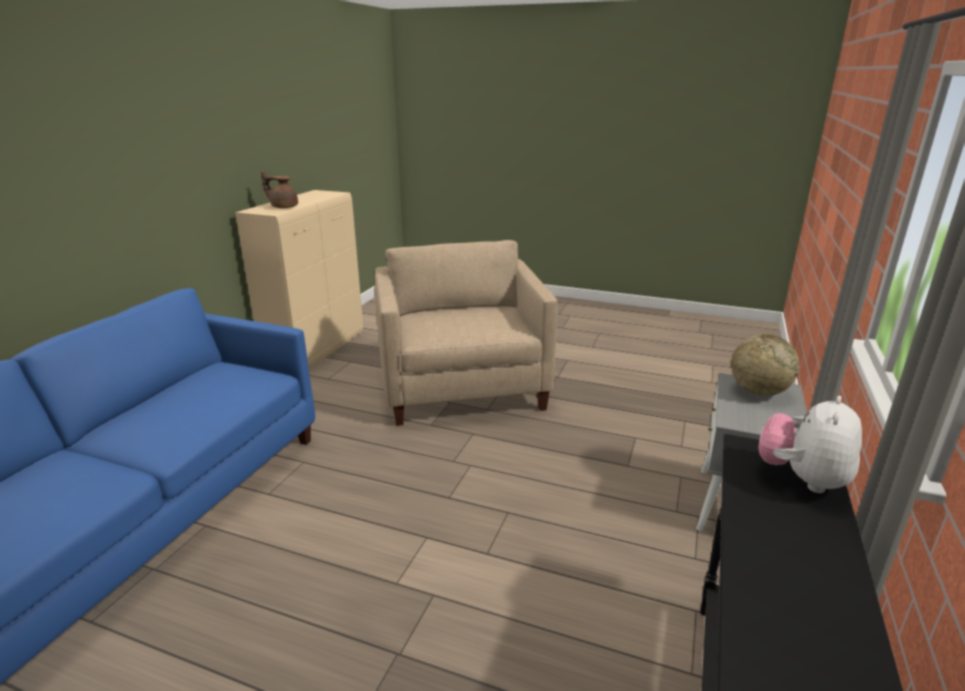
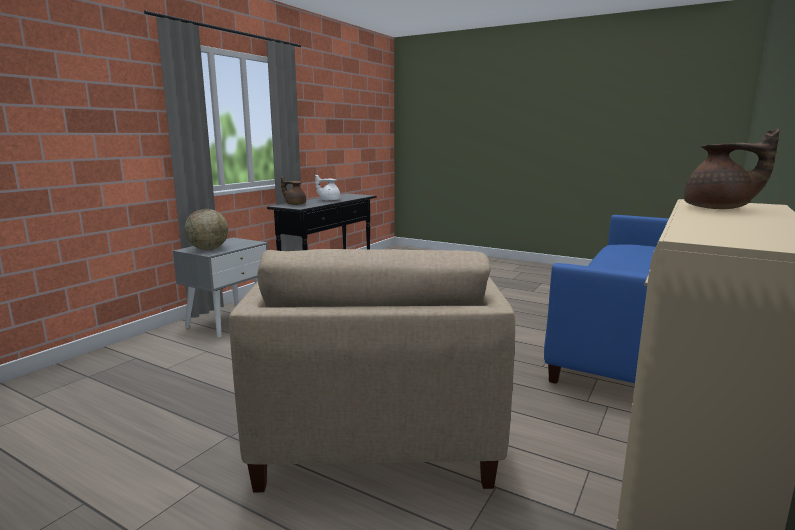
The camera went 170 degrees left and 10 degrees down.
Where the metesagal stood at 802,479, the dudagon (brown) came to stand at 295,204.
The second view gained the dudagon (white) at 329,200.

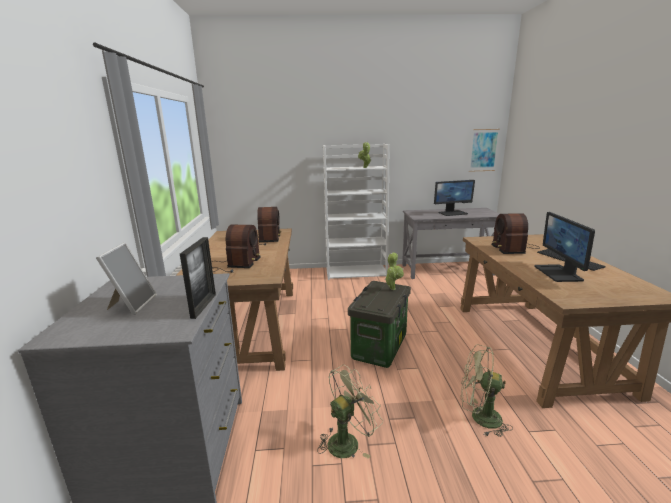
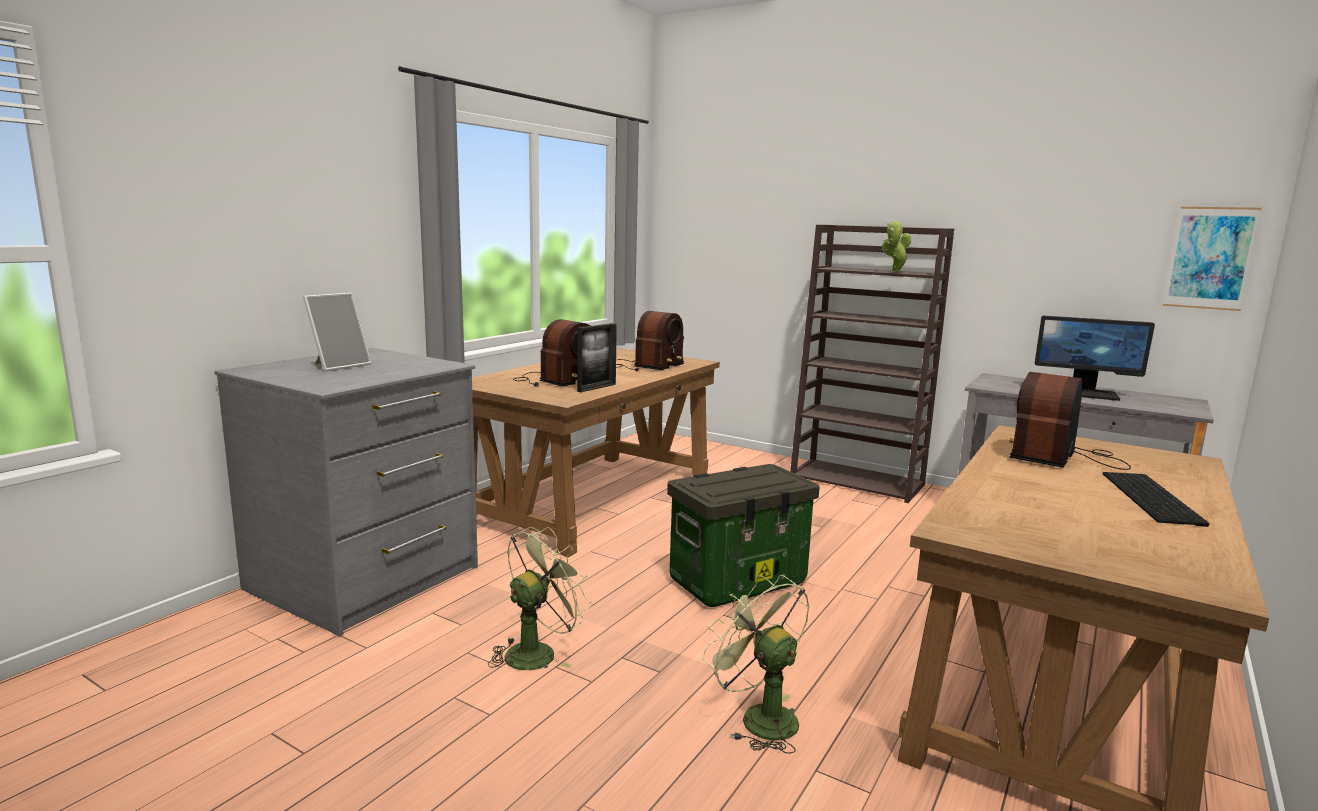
The camera went 35 degrees right and 5 degrees down.
The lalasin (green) at 348,441 ended up facing another way, 45 degrees counterclockwise from before.
The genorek ended up elsewhere, having gone from 203,306 to 596,388.
What was the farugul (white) at 356,272 turned into the farugul (brown) at 858,481.
The second view lost the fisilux at 392,288.
The second view lost the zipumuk at 559,273.

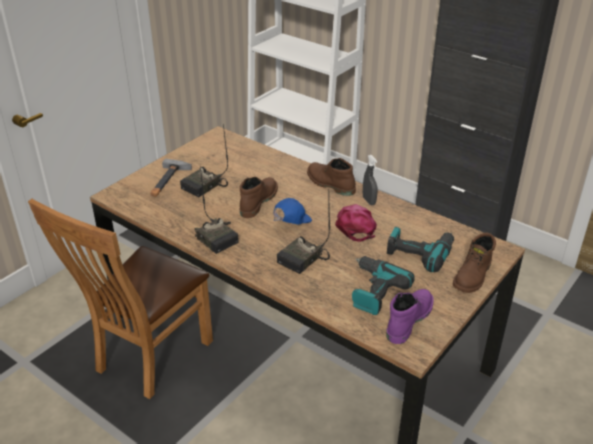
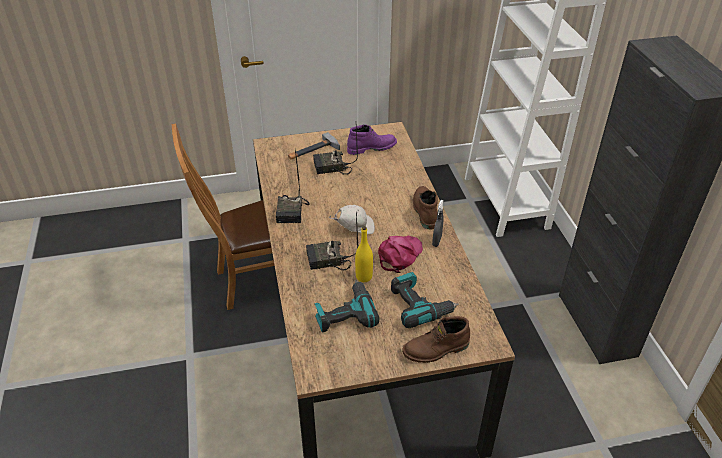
The camera went 40 degrees right and 5 degrees up.
What was the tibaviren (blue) at 291,223 turned into the tibaviren (white) at 354,228.
The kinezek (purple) ended up elsewhere, having gone from 408,319 to 371,148.
The second view gained the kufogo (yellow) at 364,277.
The second view lost the kinezek (brown) at 258,201.

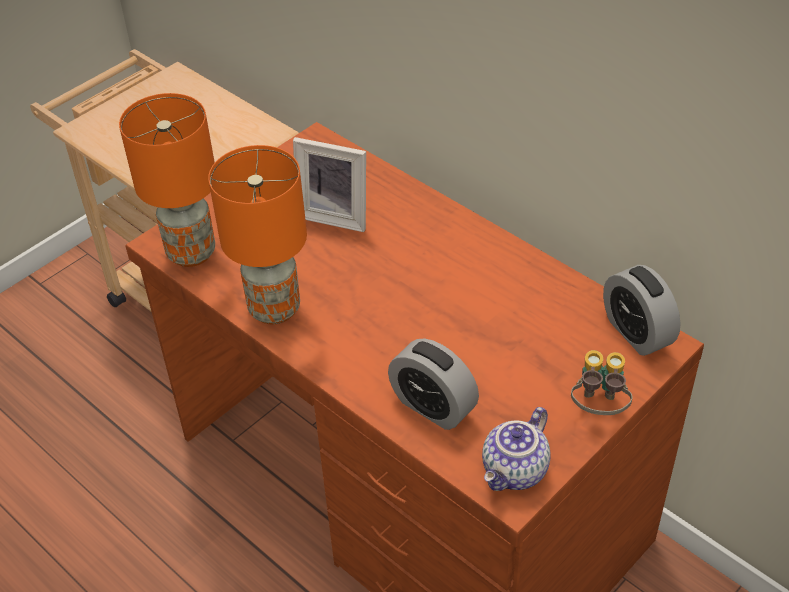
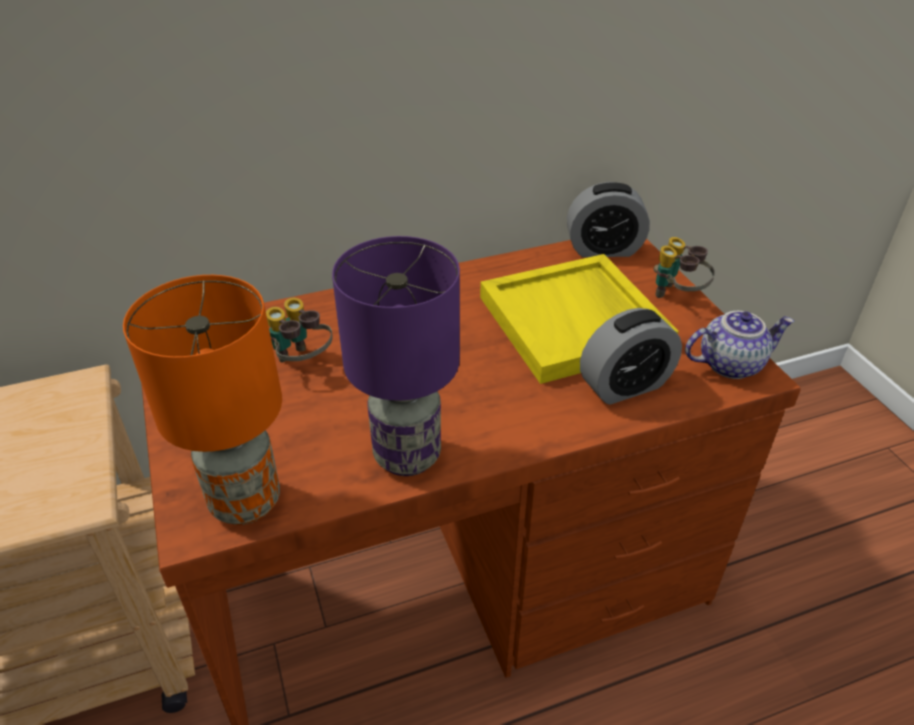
The camera went 65 degrees left and 5 degrees down.
Where the genorek stood at 335,215, the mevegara came to stand at 302,362.
What was the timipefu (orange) at 273,309 turned into the timipefu (purple) at 407,457.
The second view gained the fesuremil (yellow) at 575,322.
The dudagon at 516,472 ended up facing another way, 75 degrees counterclockwise from before.

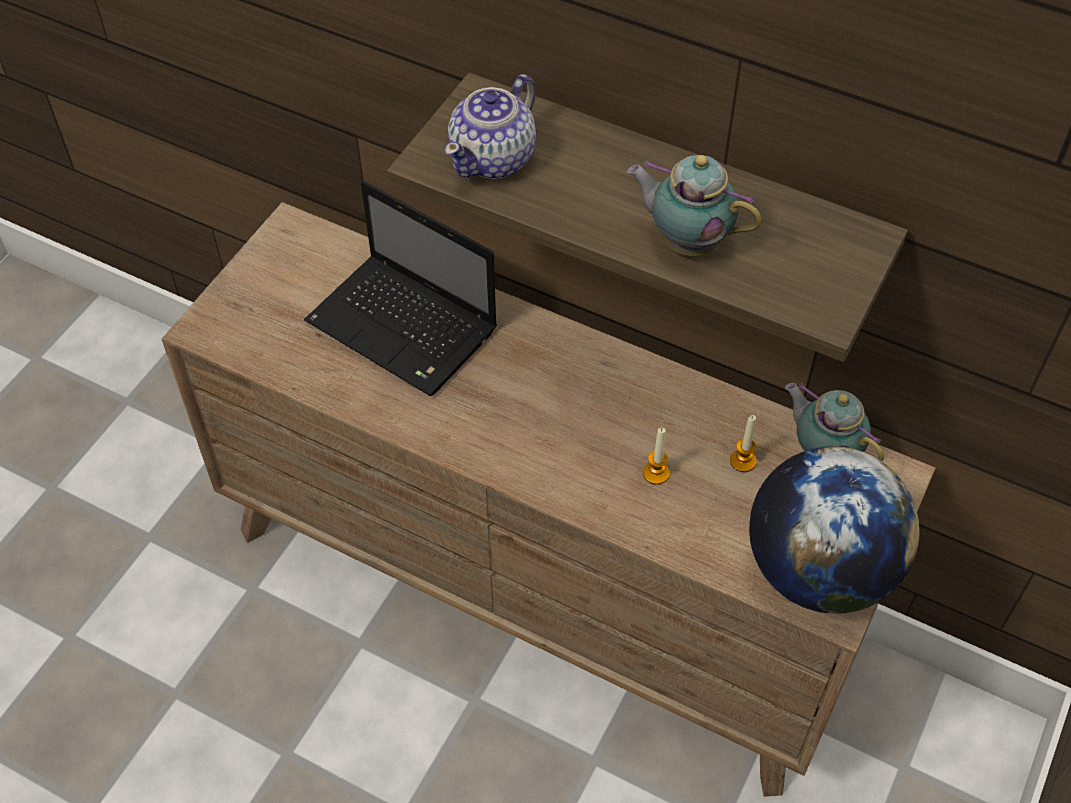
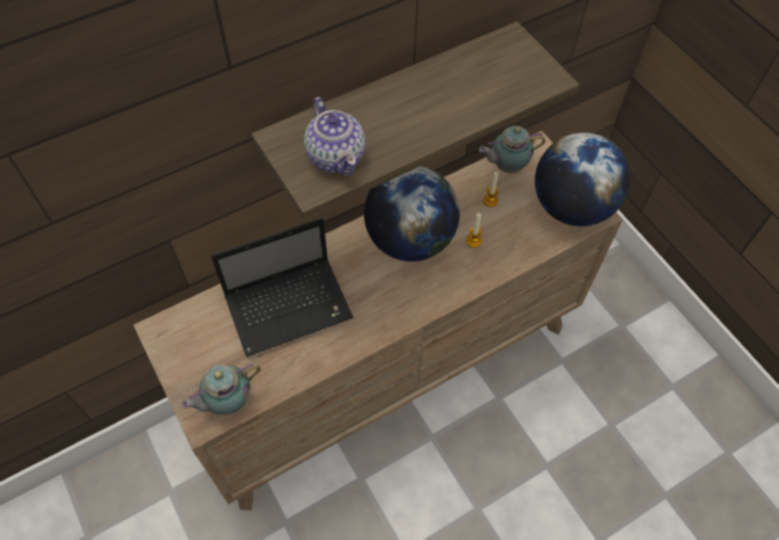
The camera went 60 degrees left and 5 degrees up.
The dudagon ended up elsewhere, having gone from 686,241 to 227,401.
The second view gained the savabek at 409,240.

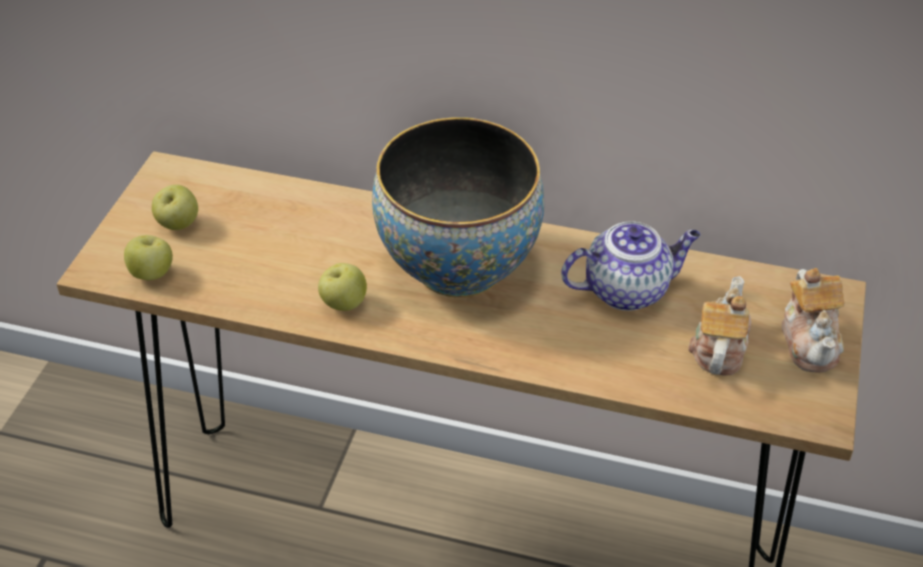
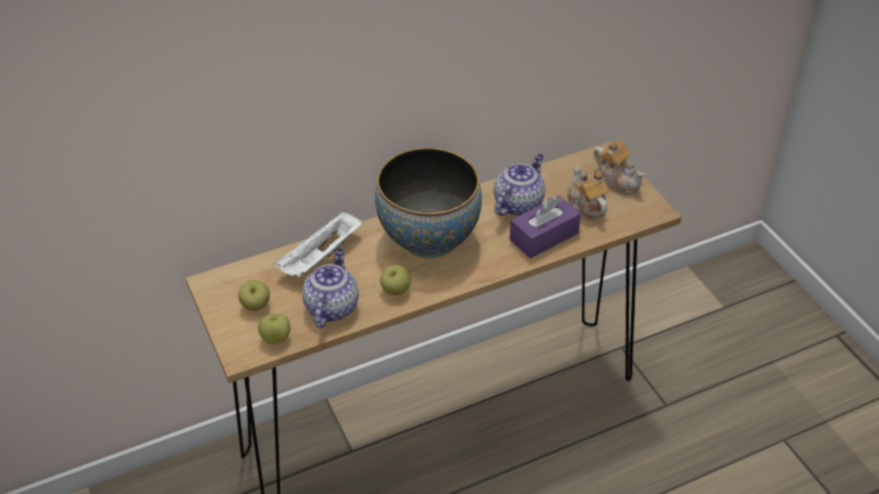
The camera went 40 degrees left and 0 degrees up.
The second view gained the fesuremil (white) at 321,257.
The second view gained the dudagon at 332,307.
The second view gained the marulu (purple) at 544,236.

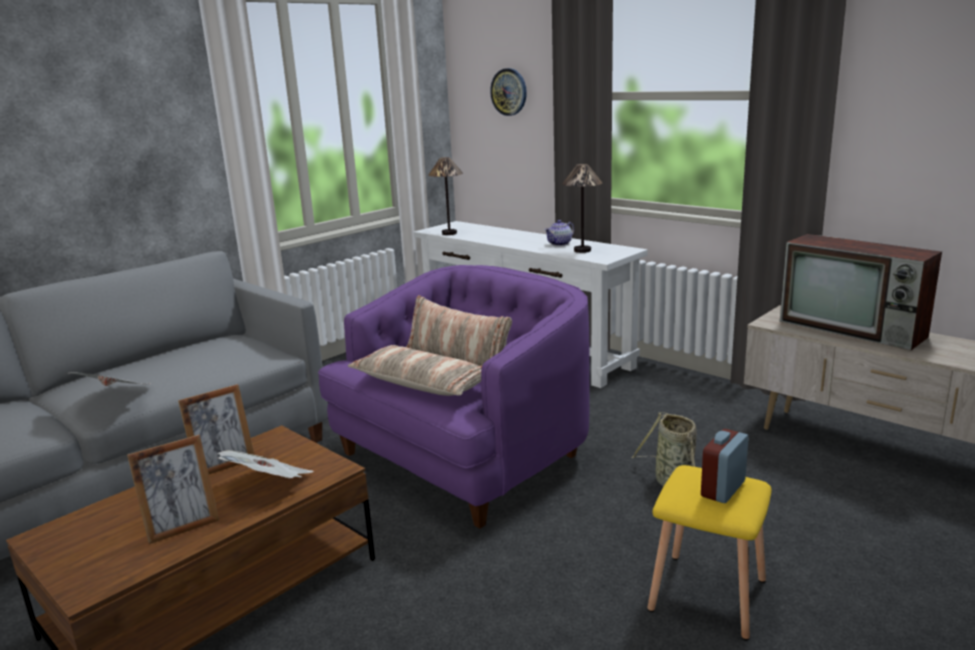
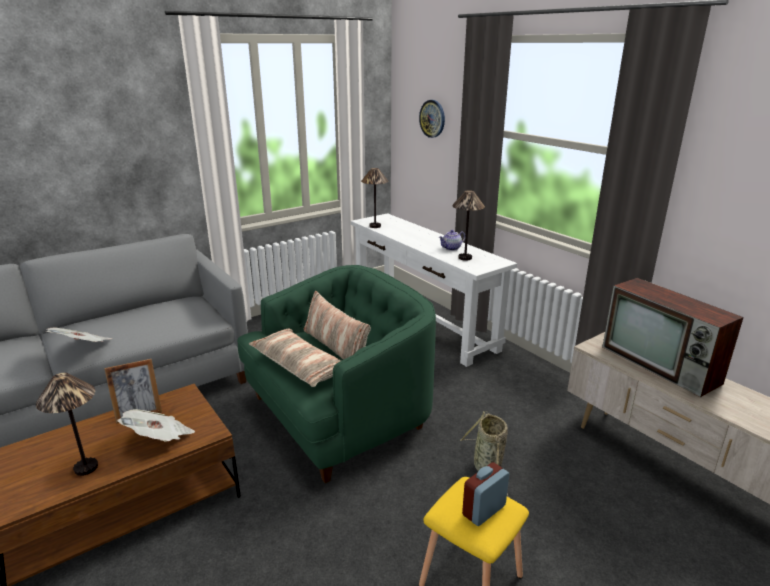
The camera went 10 degrees right and 5 degrees up.
Where the genorek stood at 182,527, the timipefu came to stand at 86,467.
What was the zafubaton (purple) at 463,457 turned into the zafubaton (green) at 338,415.

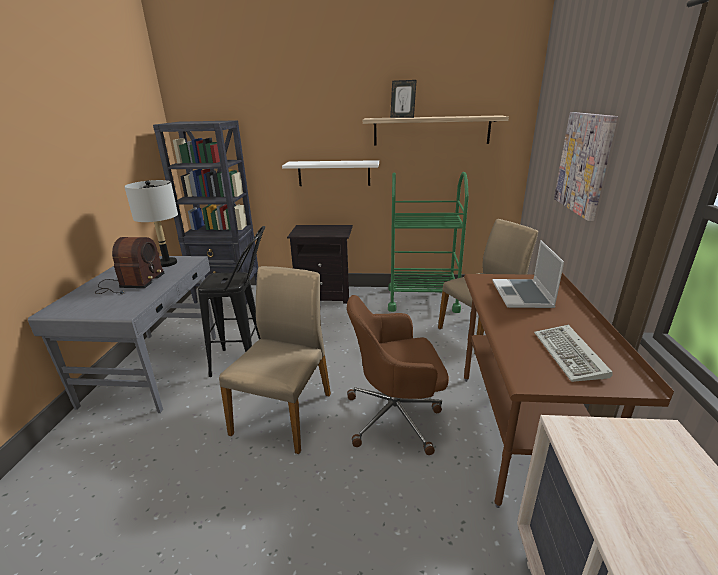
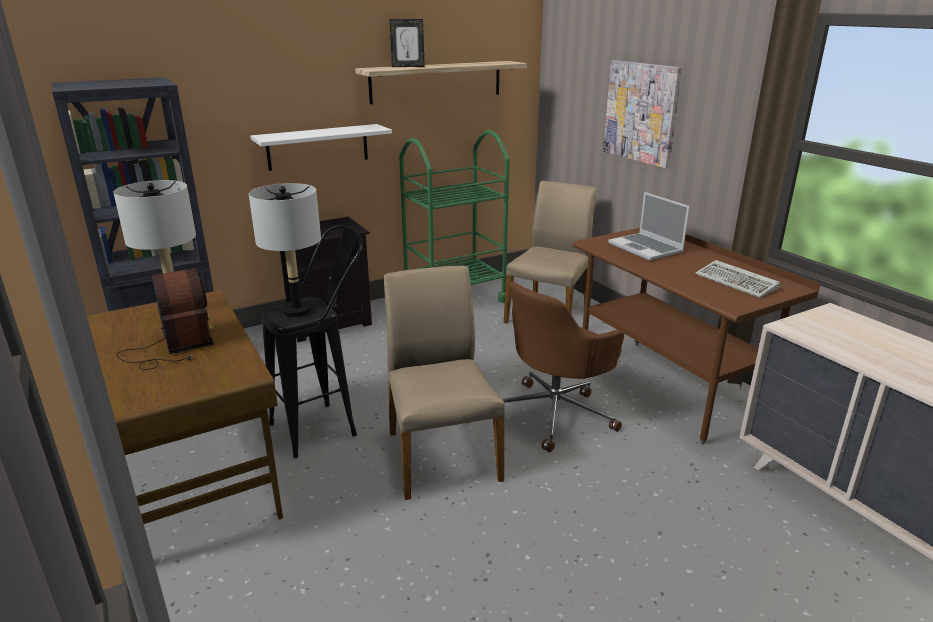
The camera went 35 degrees left and 0 degrees up.
What was the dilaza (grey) at 156,368 turned into the dilaza (brown) at 196,479.
The second view gained the timipefu (grey) at 297,311.

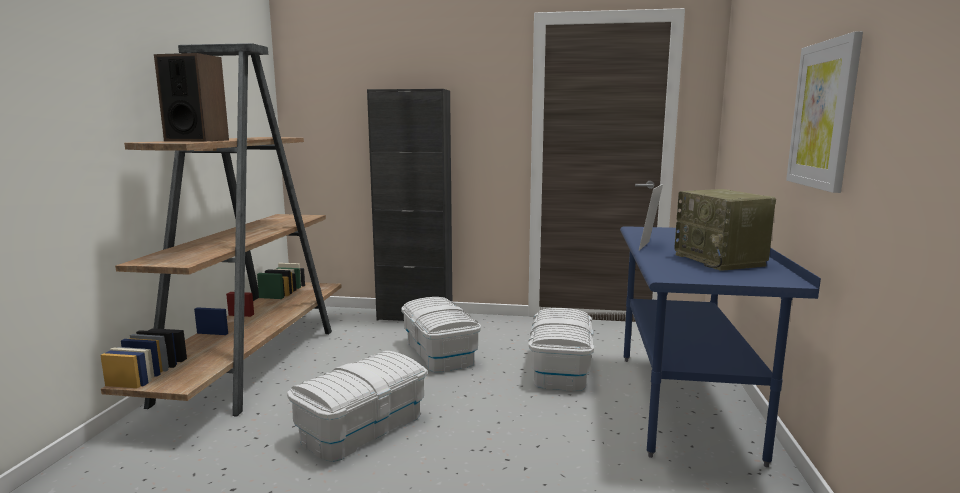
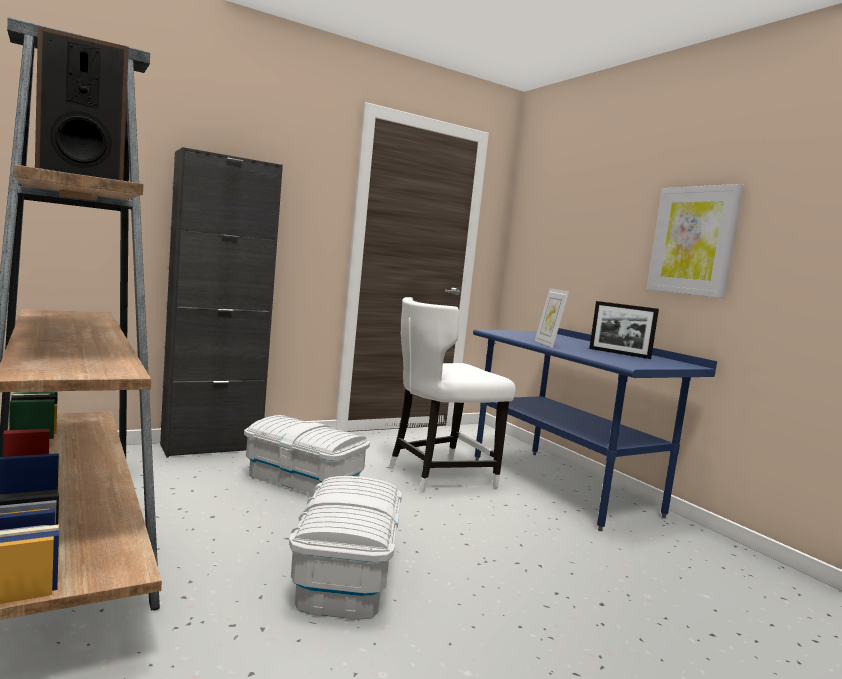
The camera went 40 degrees left and 5 degrees down.
Where the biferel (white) stood at 560,368, the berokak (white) came to stand at 438,476.
Where the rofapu stood at 721,260, the genorek came to stand at 619,353.

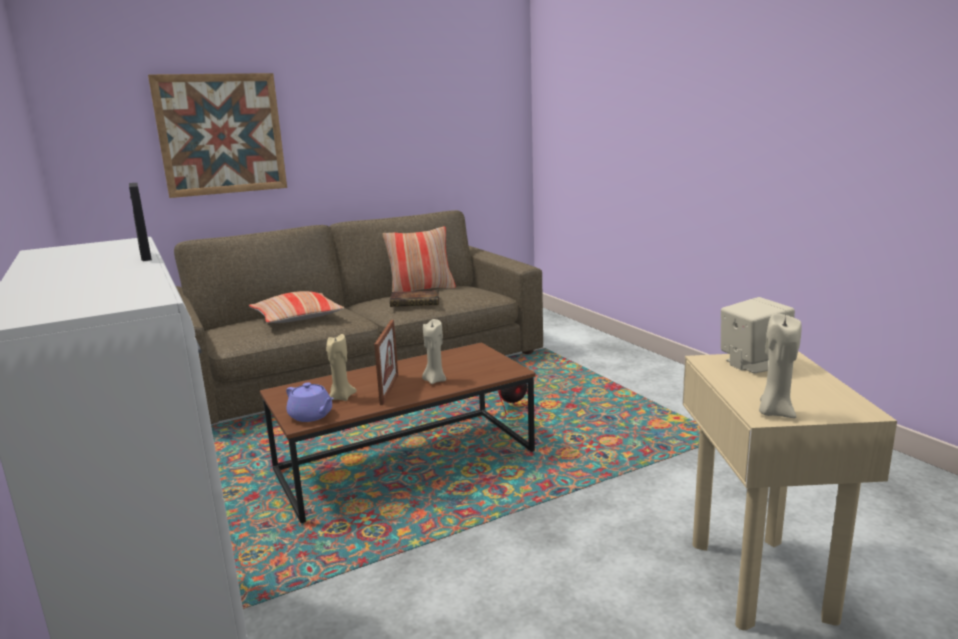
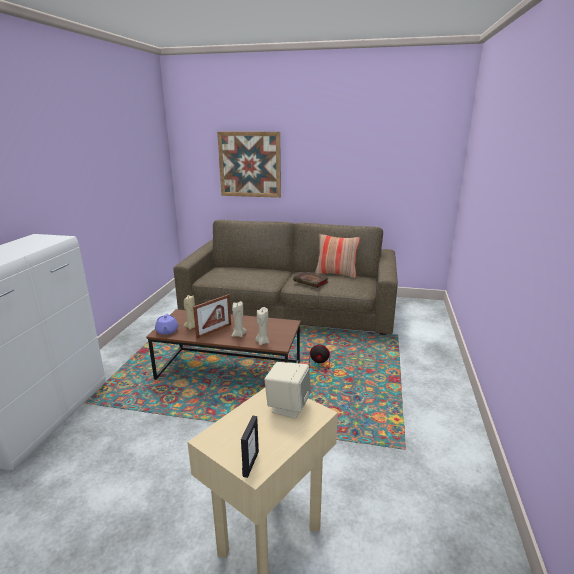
The camera went 40 degrees right and 5 degrees up.
The genorek ended up elsewhere, having gone from 146,256 to 250,464.
The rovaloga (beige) ended up elsewhere, having gone from 774,412 to 262,342.
The second view lost the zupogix at 297,318.

